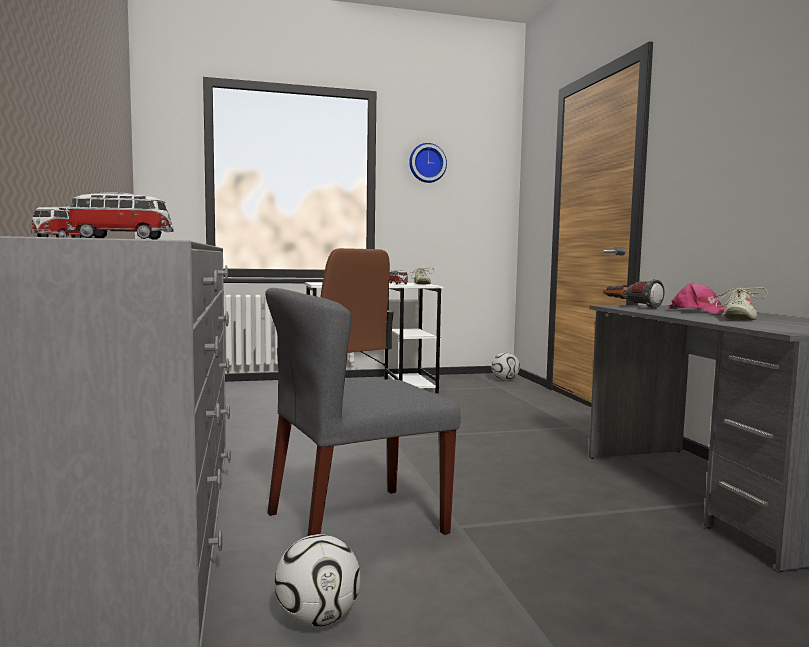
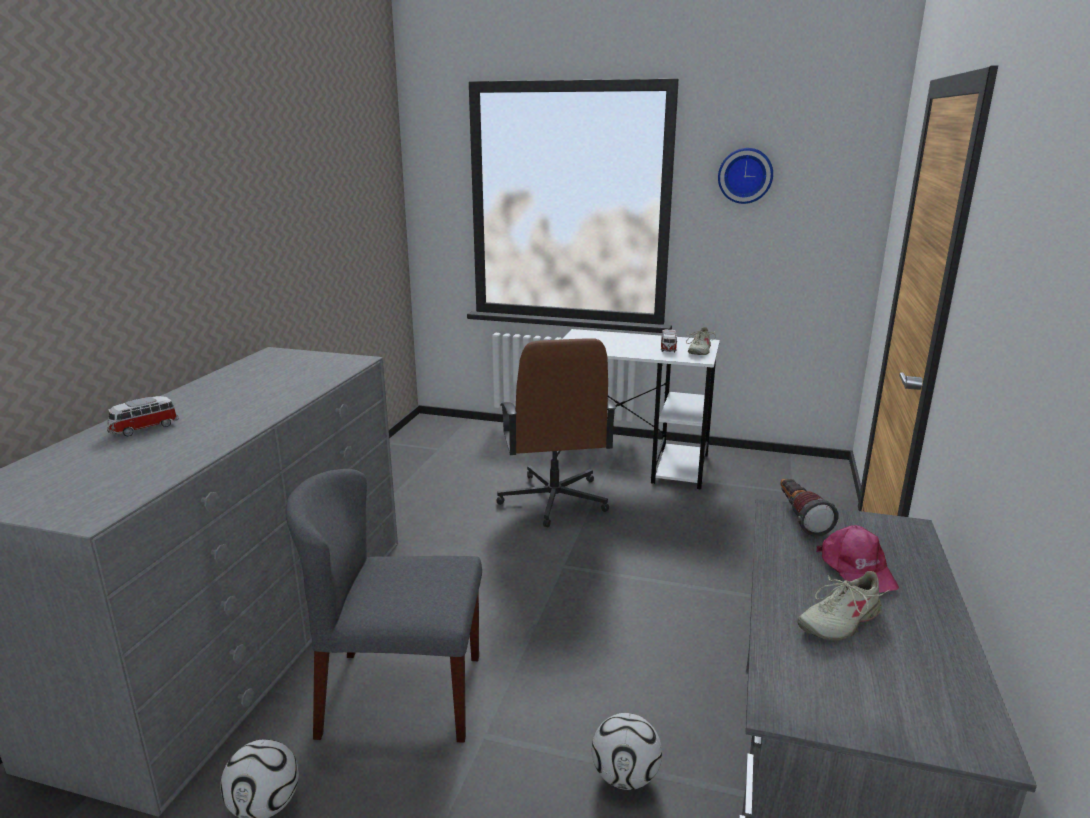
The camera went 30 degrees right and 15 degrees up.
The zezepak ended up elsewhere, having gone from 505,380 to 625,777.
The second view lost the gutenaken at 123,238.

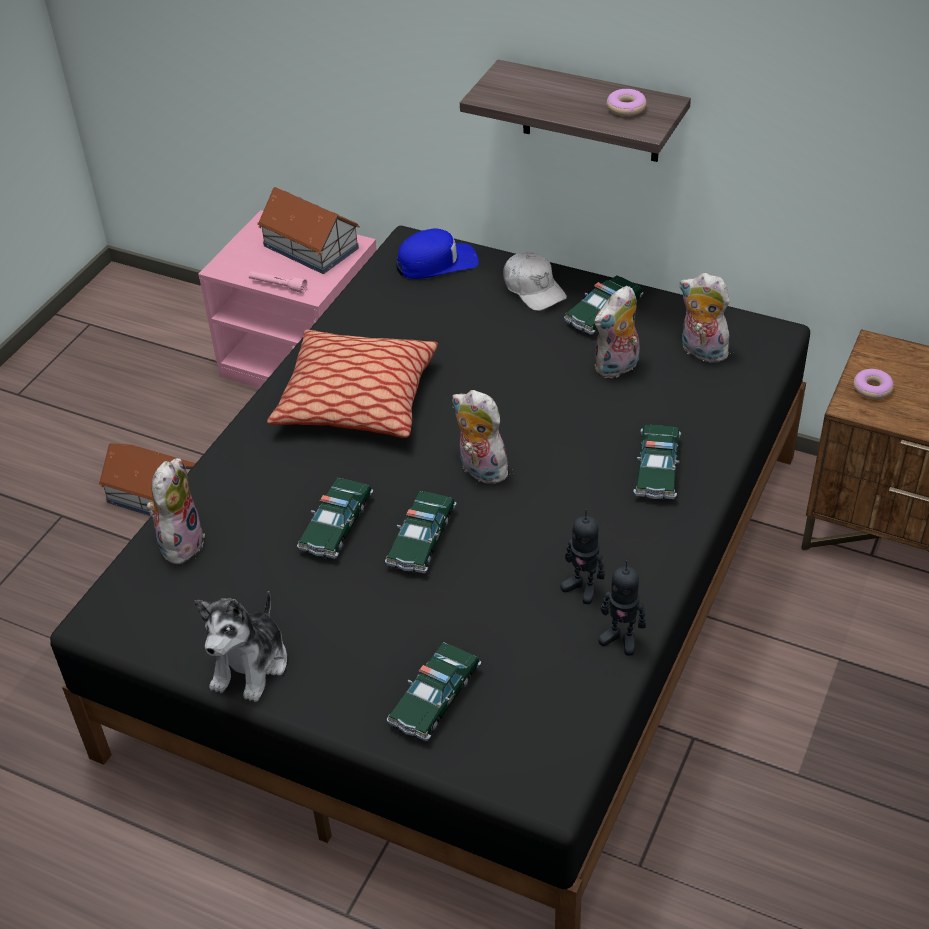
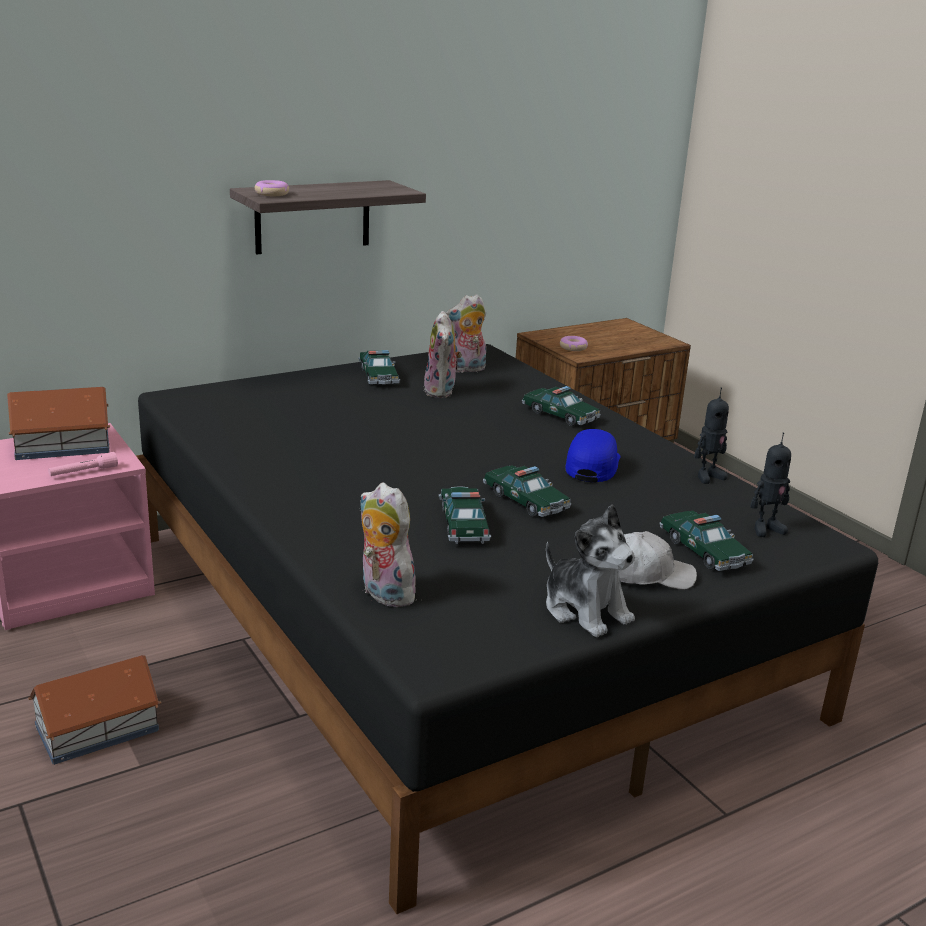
The camera went 60 degrees left and 20 degrees down.
The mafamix ended up elsewhere, having gone from 626,108 to 272,194.
The gutenaken at 336,525 ended up facing another way, 150 degrees counterclockwise from before.
The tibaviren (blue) ended up elsewhere, having gone from 437,262 to 592,465.
The tibaviren (white) ended up elsewhere, having gone from 533,289 to 647,575.
The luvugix ended up elsewhere, having gone from 582,588 to 766,529.
The second view lost the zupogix at 356,400.
The second view lost the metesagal at 479,470.

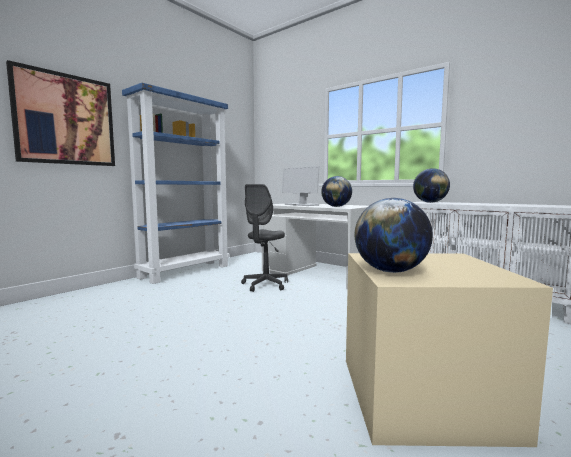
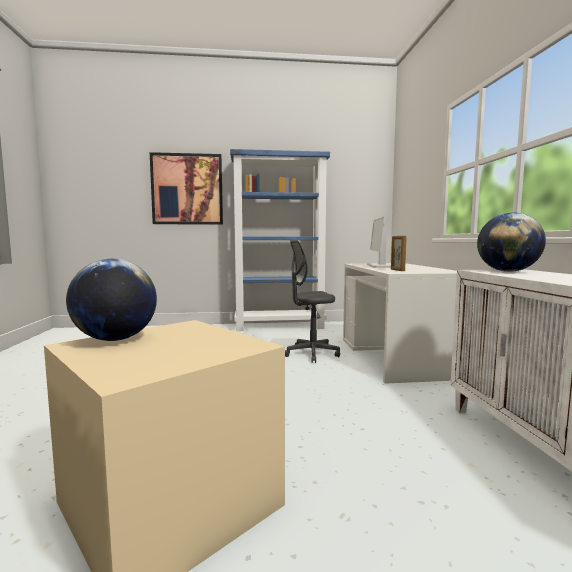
The camera went 45 degrees right and 0 degrees up.
Where the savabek stood at 336,206, the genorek came to stand at 397,270.

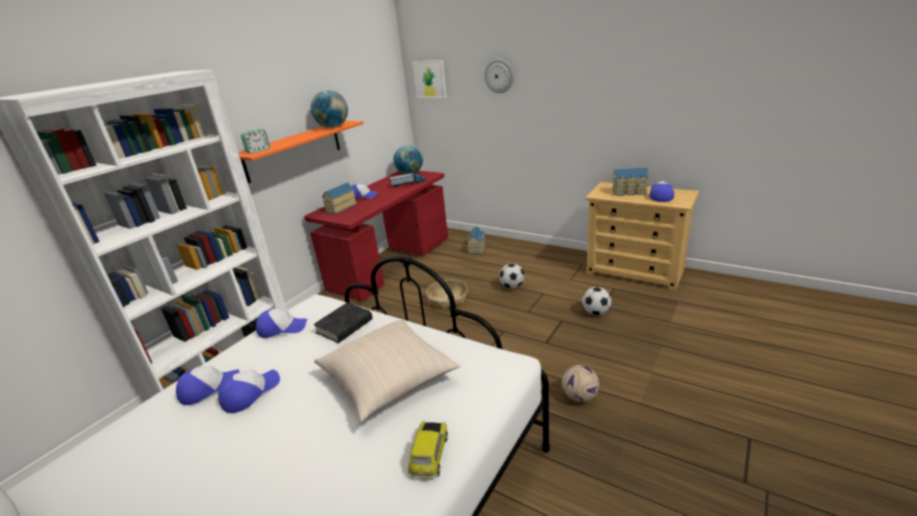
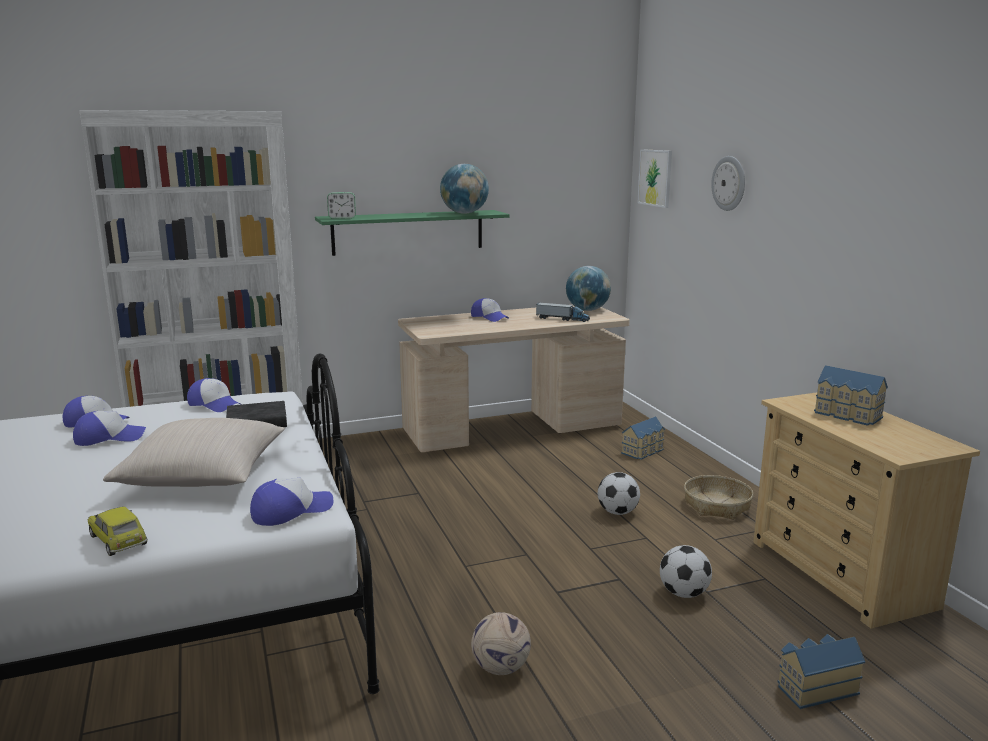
The camera went 35 degrees right and 10 degrees down.
The gutenaken at 430,455 ended up facing another way, 90 degrees counterclockwise from before.
The tibaviren ended up elsewhere, having gone from 661,196 to 291,511.
What was the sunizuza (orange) at 294,150 turned into the sunizuza (green) at 408,232.
What was the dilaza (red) at 392,264 turned into the dilaza (beige) at 512,429.
The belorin ended up elsewhere, having gone from 447,299 to 717,505.
The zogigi ended up elsewhere, having gone from 340,208 to 815,687.

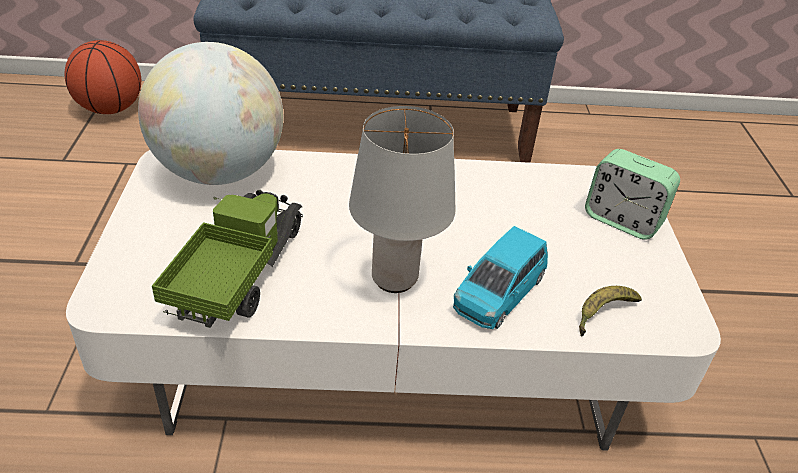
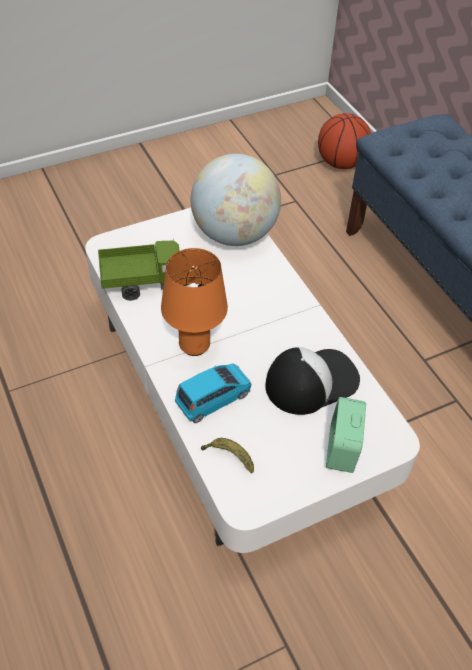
The camera went 65 degrees right and 10 degrees up.
What was the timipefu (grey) at 395,278 turned into the timipefu (orange) at 195,346.
The gutenaken (blue) at 498,294 ended up facing another way, 135 degrees clockwise from before.
The second view gained the tibaviren at 311,381.

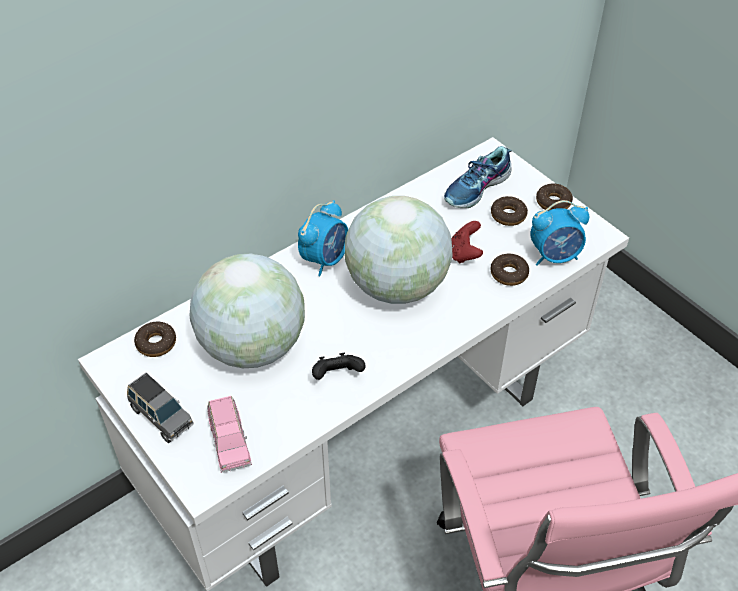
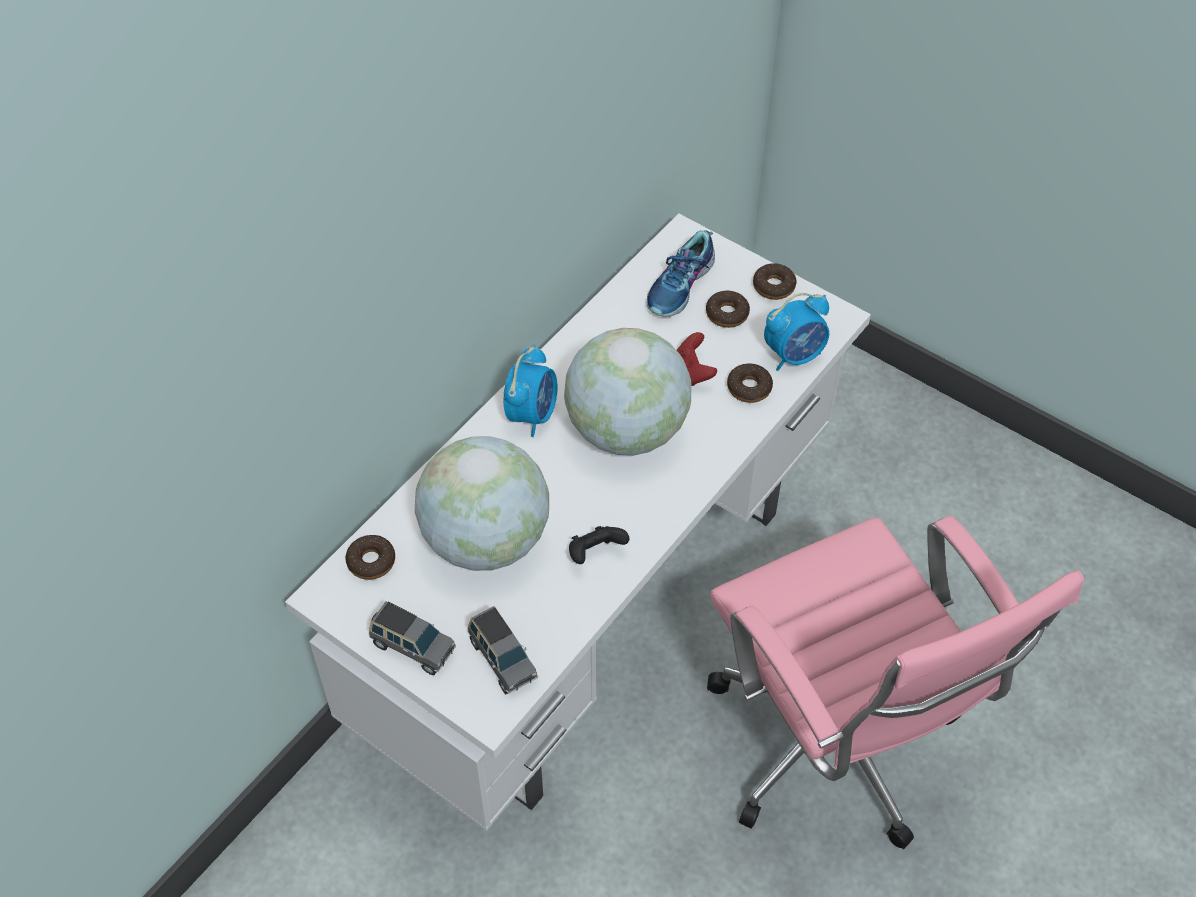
The camera went 15 degrees left and 5 degrees up.
What was the gutenaken (pink) at 230,443 turned into the gutenaken (grey) at 502,659.

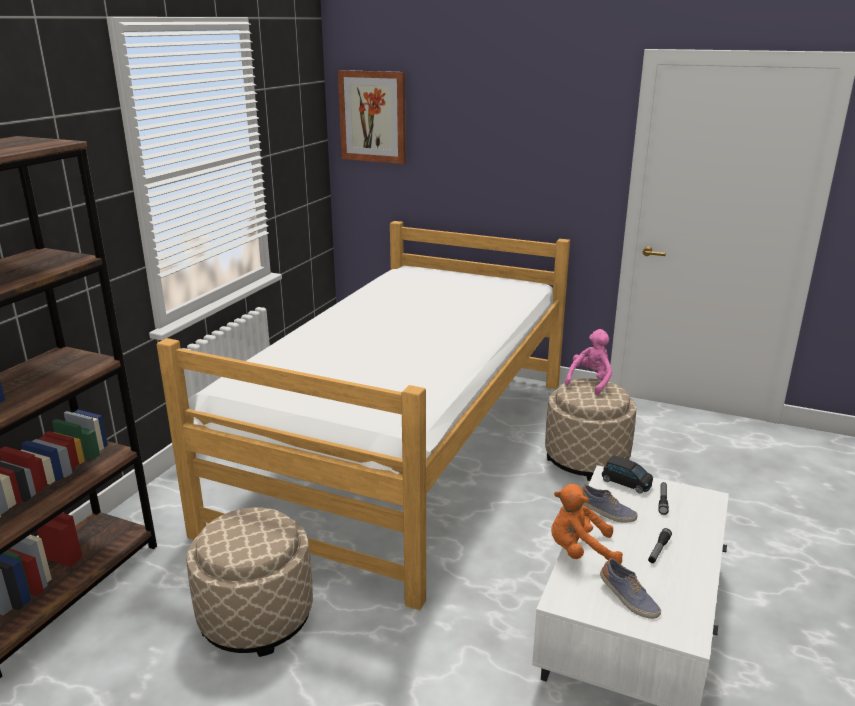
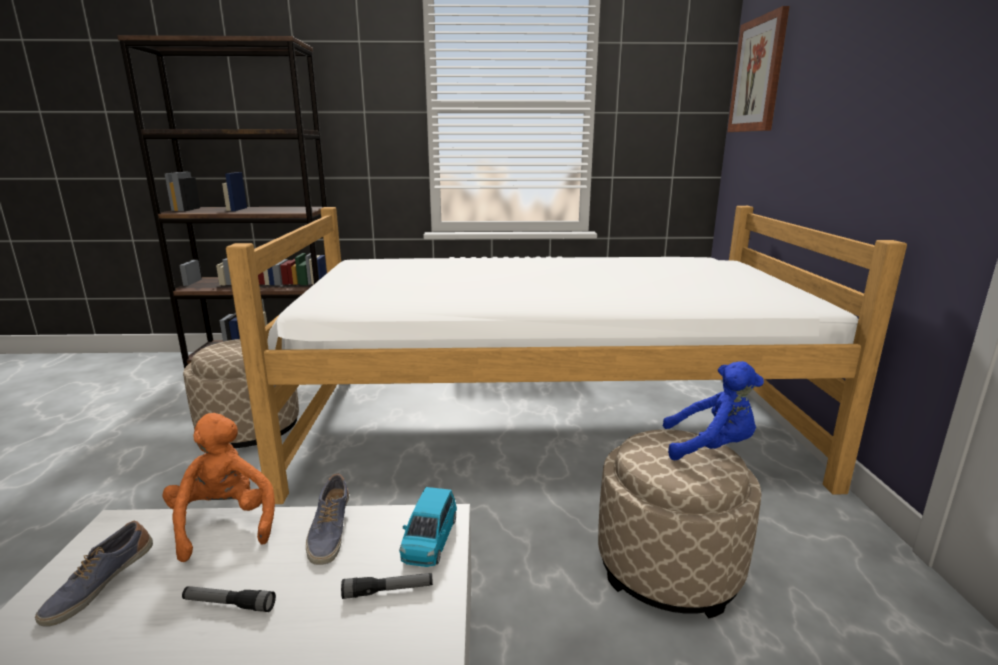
The camera went 65 degrees right and 5 degrees down.
What was the gutenaken (black) at 626,483 turned into the gutenaken (blue) at 430,540.
What was the metesagal (pink) at 590,382 turned into the metesagal (blue) at 711,447.

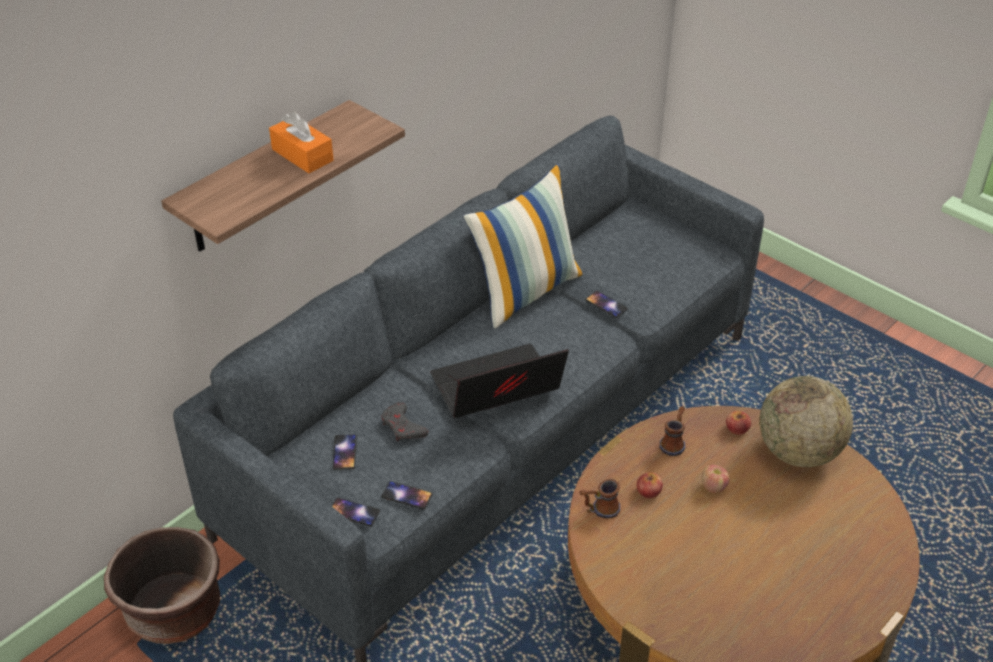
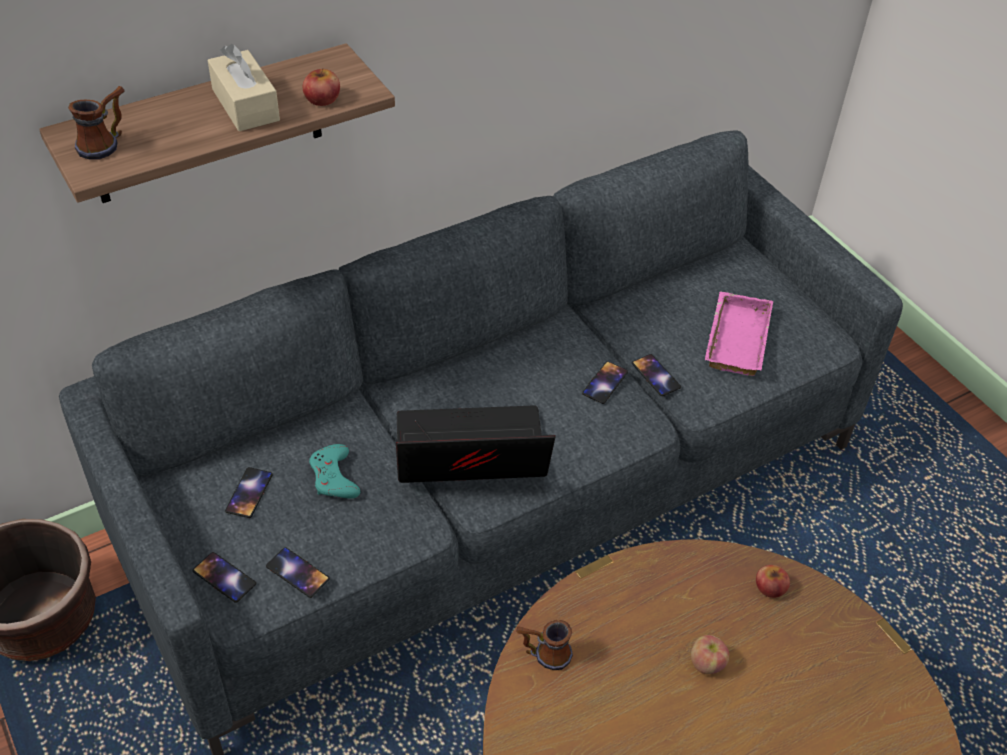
The camera went 15 degrees right and 5 degrees up.
The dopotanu ended up elsewhere, having gone from 674,442 to 106,143.
What was the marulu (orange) at 302,155 turned into the marulu (beige) at 245,105.
The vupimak ended up elsewhere, having gone from 648,491 to 322,98.
What was the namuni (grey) at 403,427 turned into the namuni (turquoise) at 334,477.
The second view gained the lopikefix at 605,383.
The second view gained the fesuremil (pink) at 734,338.
The second view lost the zupogix at 525,291.
The second view lost the savabek at 798,452.

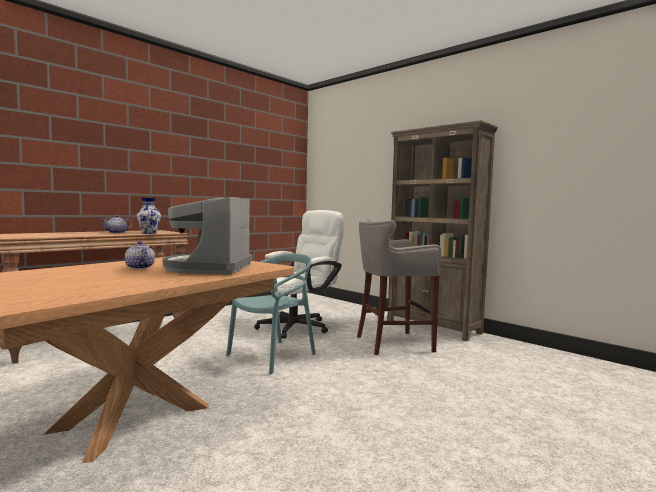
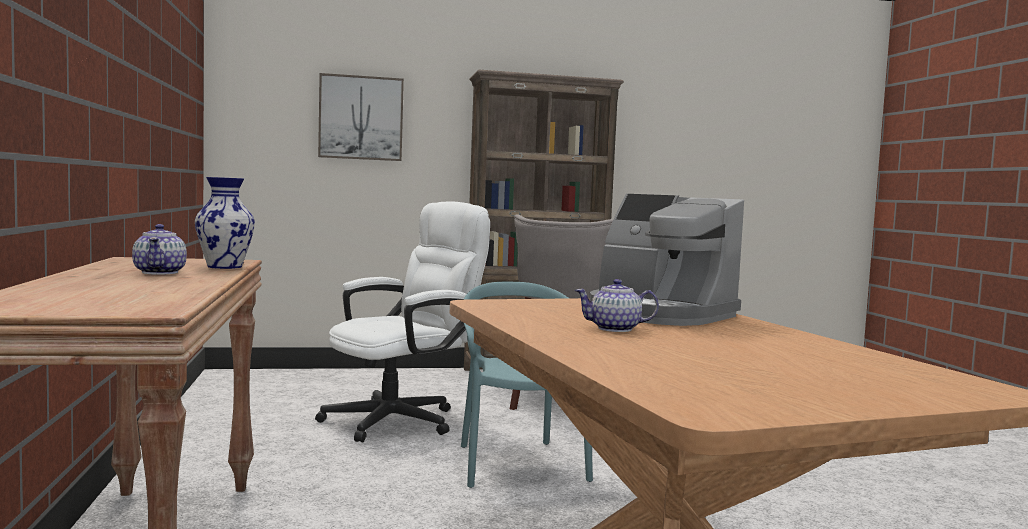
The camera went 55 degrees left and 0 degrees up.
The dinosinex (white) at 299,326 ended up facing another way, 60 degrees clockwise from before.
The second view gained the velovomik at 361,118.

